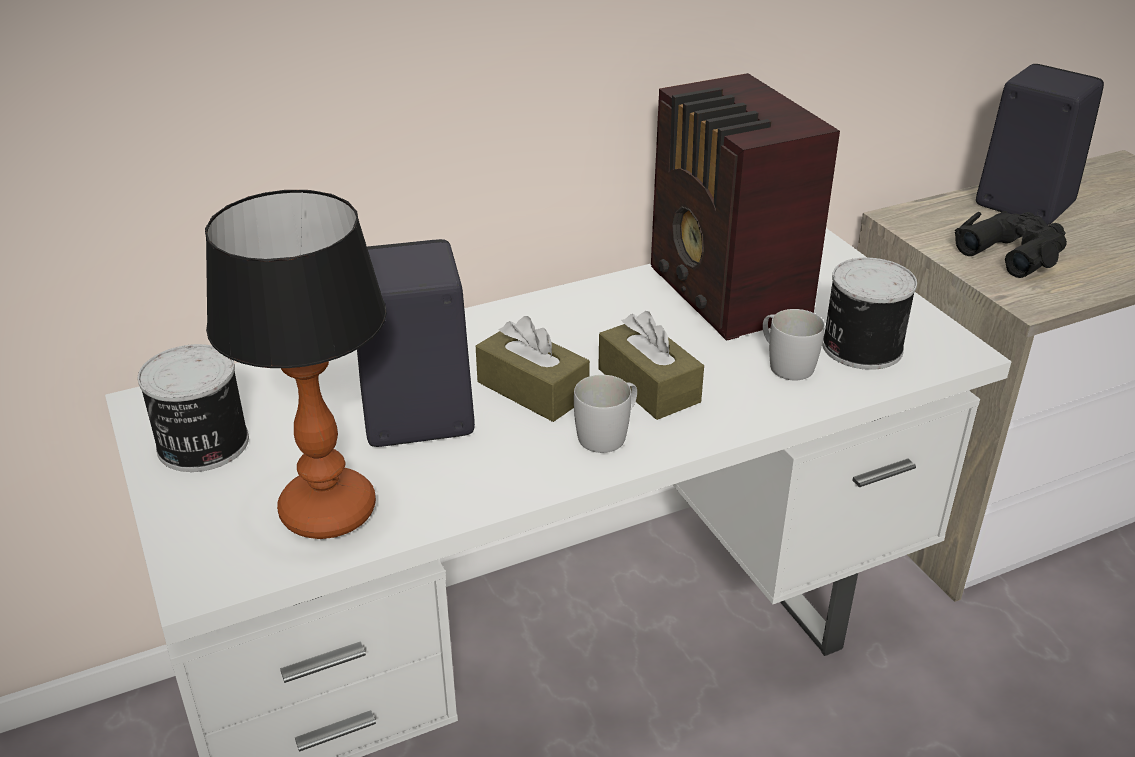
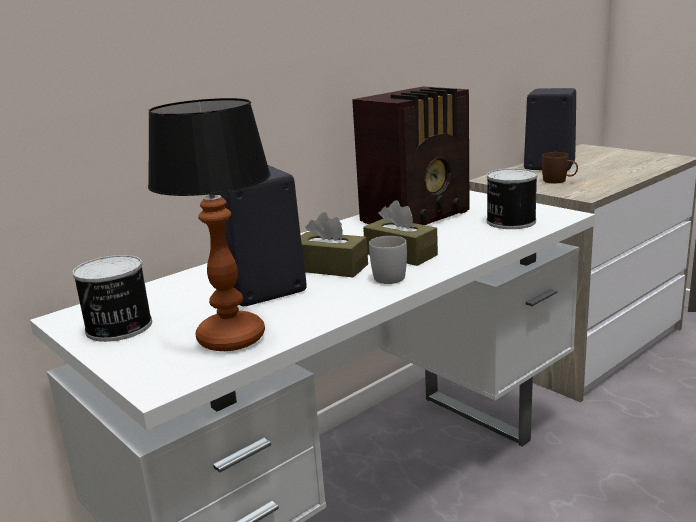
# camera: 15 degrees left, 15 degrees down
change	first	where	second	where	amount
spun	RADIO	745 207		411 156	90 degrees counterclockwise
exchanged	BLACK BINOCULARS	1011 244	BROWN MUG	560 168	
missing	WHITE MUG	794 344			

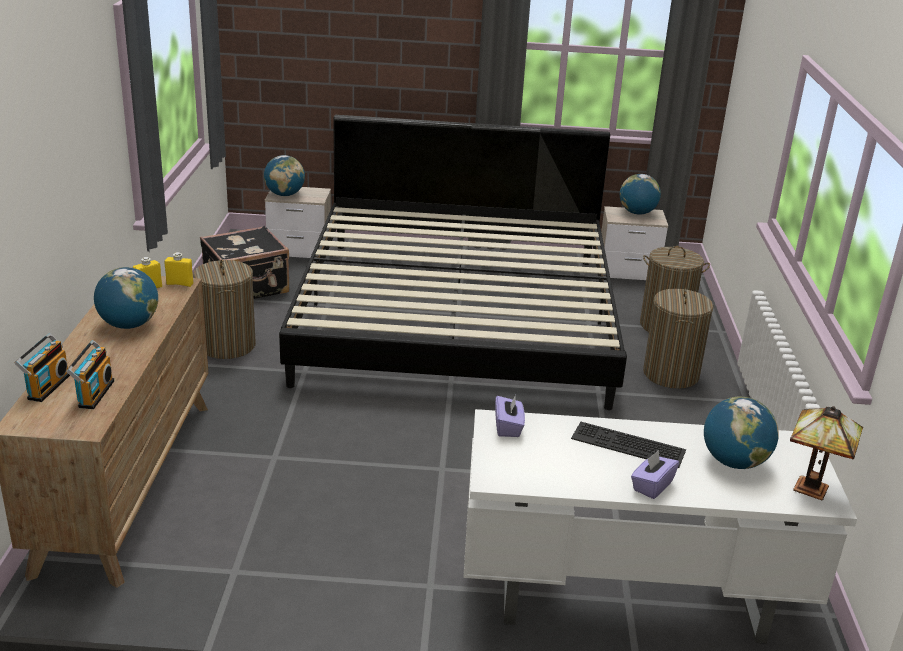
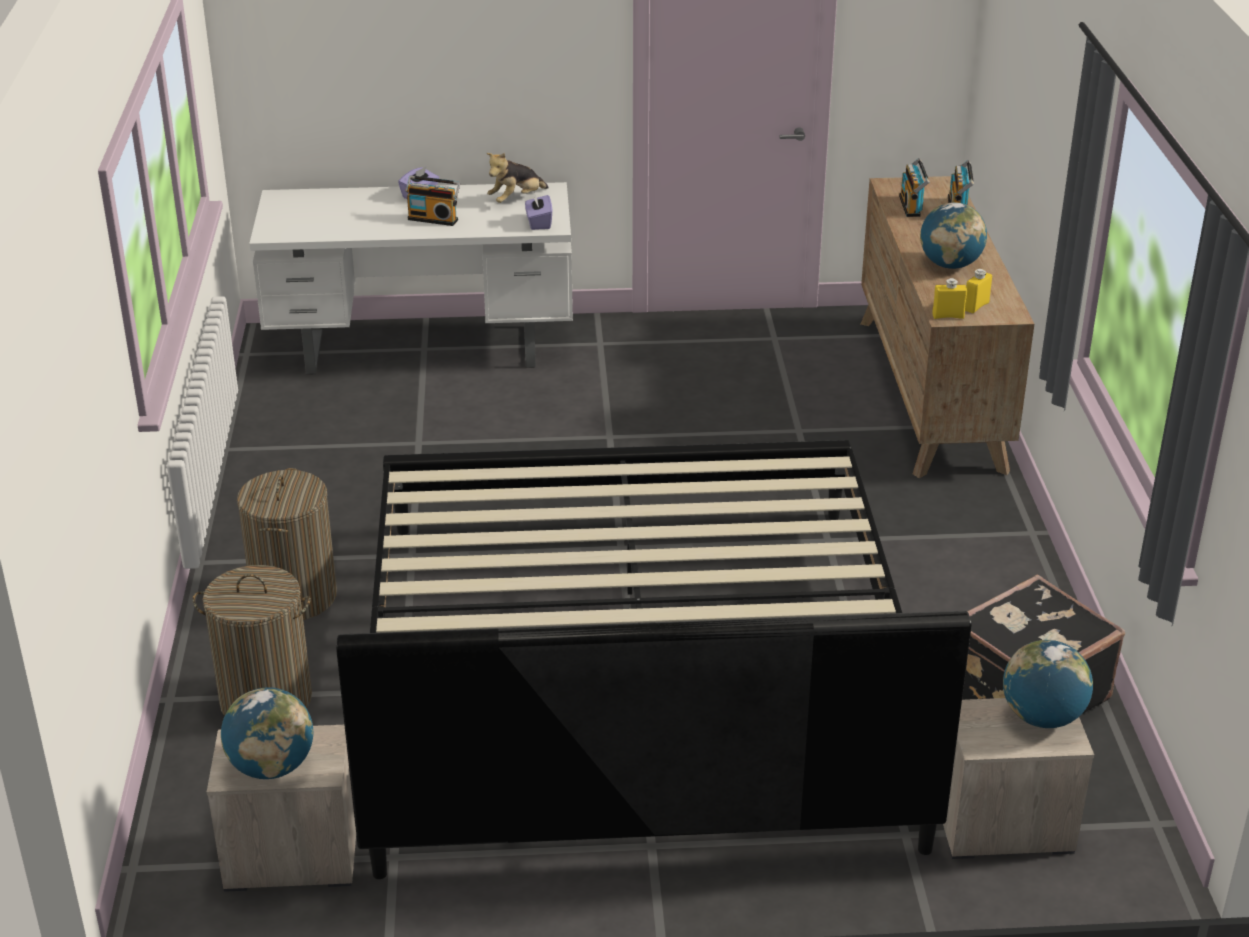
# camera: 175 degrees right, 5 degrees up
change	first	where	second	where	amount
missing	LAUNDRY BASKET	224 309			
missing	GLOBE	741 433			
missing	TABLE LAMP	826 453			
exchanged	KEYBOARD	628 445	RADIO	432 200	
appeared			PLUSH TOY	518 178	

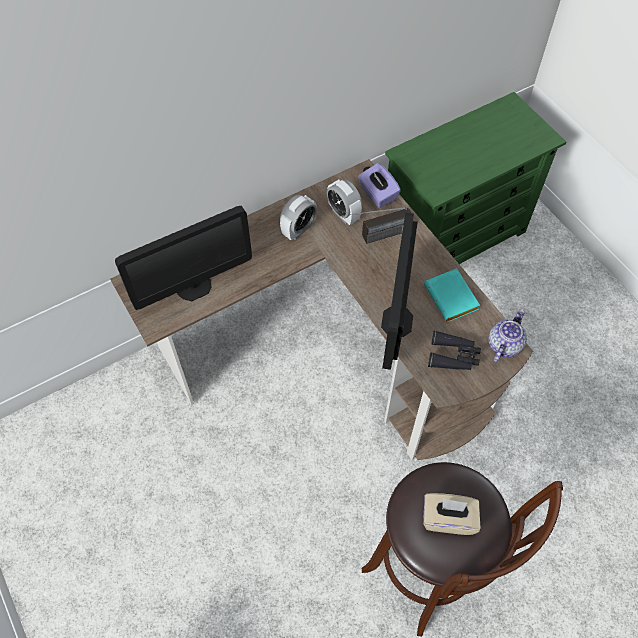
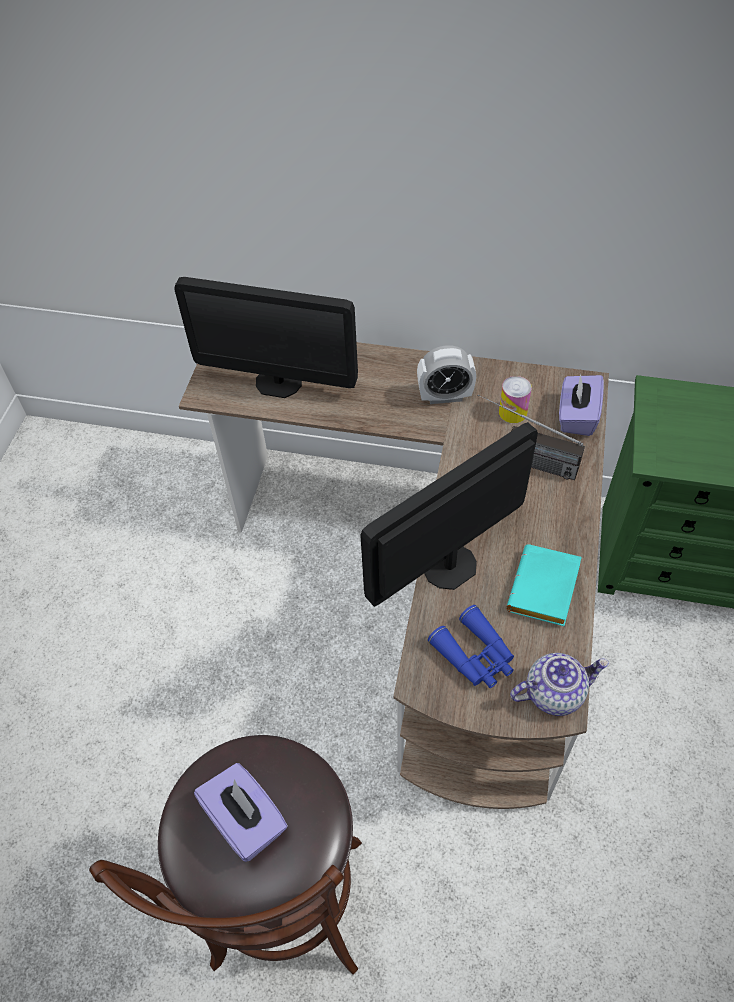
# camera: 45 degrees right, 5 degrees down
change	first	where	second	where	amount
exchanged	ALARM CLOCK	344 202	CAN	515 399	
colour	BLACK BINOCULARS	454 350	BLUE BINOCULARS	471 646	
colour	BEIGE TISSUE BOX	452 514	PURPLE TISSUE BOX	241 812	

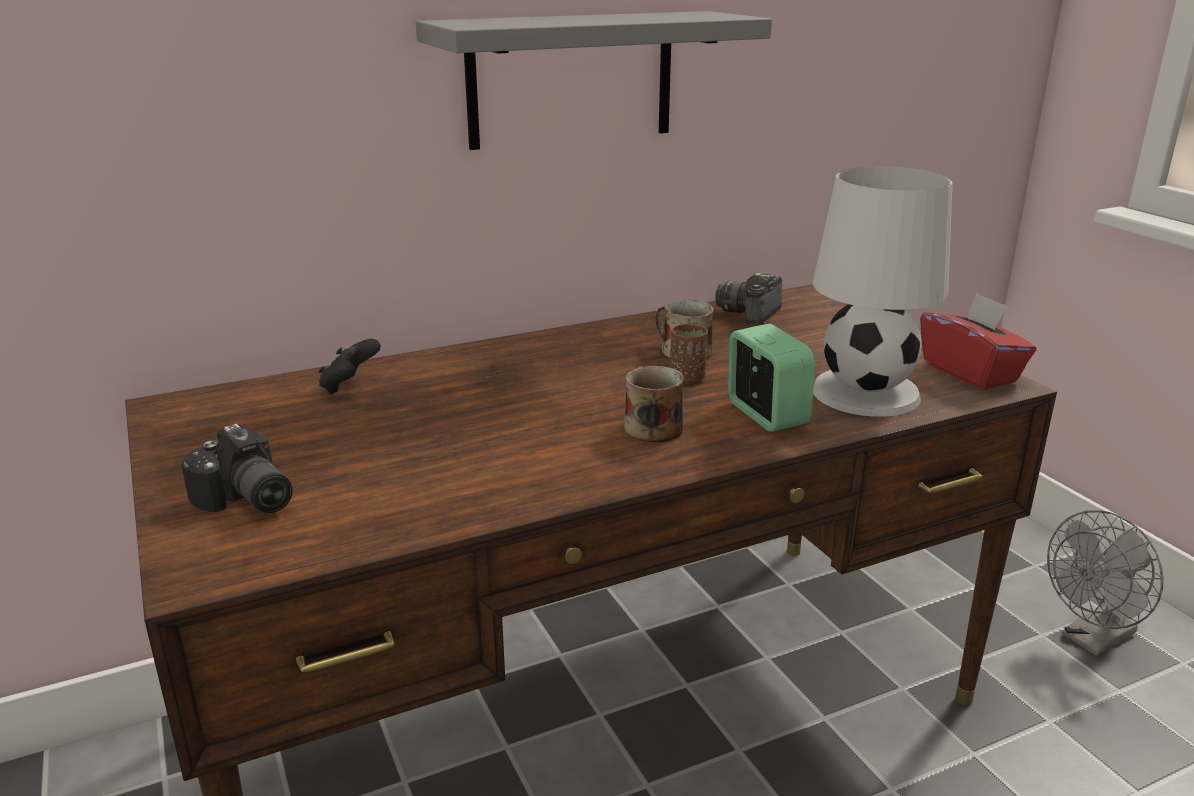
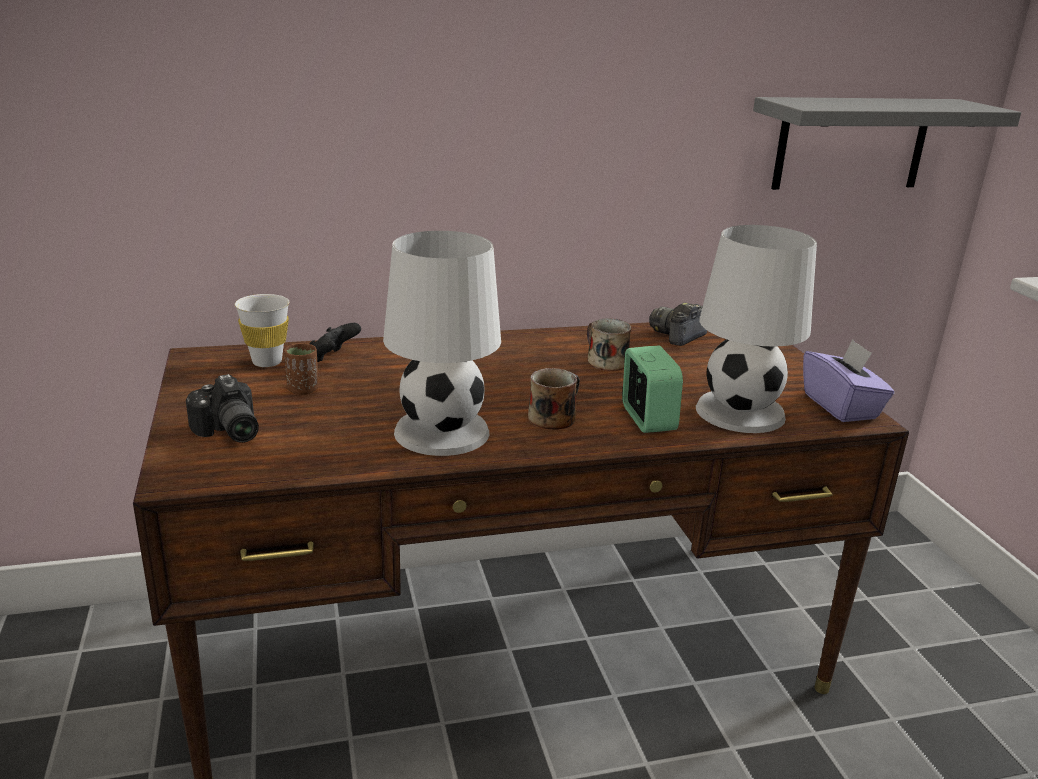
# camera: 10 degrees right, 0 degrees up
change	first	where	second	where	amount
relocated	GREY SHELF	594 80		887 143	
colour	RED TISSUE BOX	978 341	PURPLE TISSUE BOX	848 380	
relocated	BROWN CUP	689 354		301 369	
missing	GREY FAN	1105 582			
appeared			WHITE TABLE LAMP	442 343	
appeared			WHITE CUP	262 330	

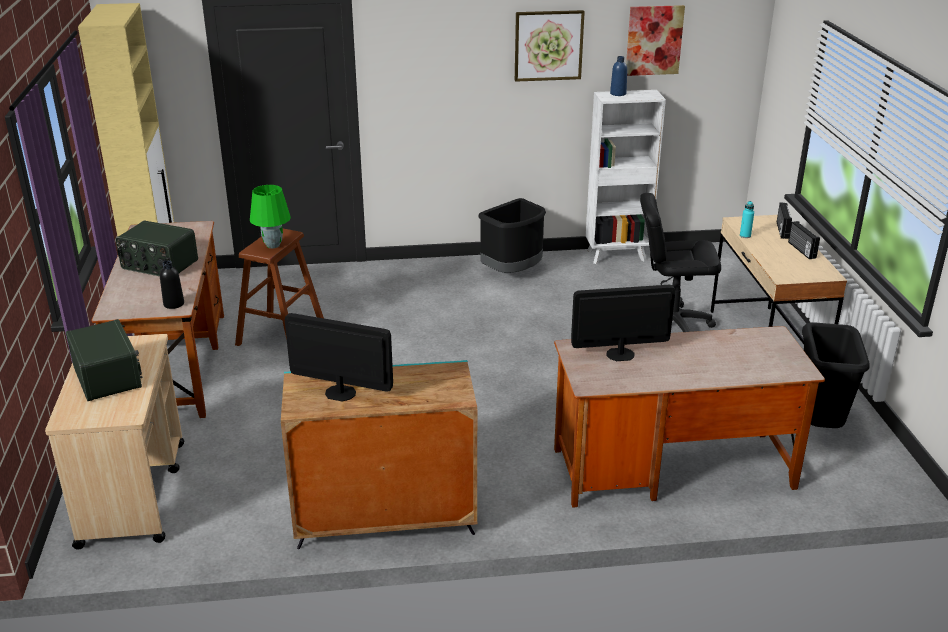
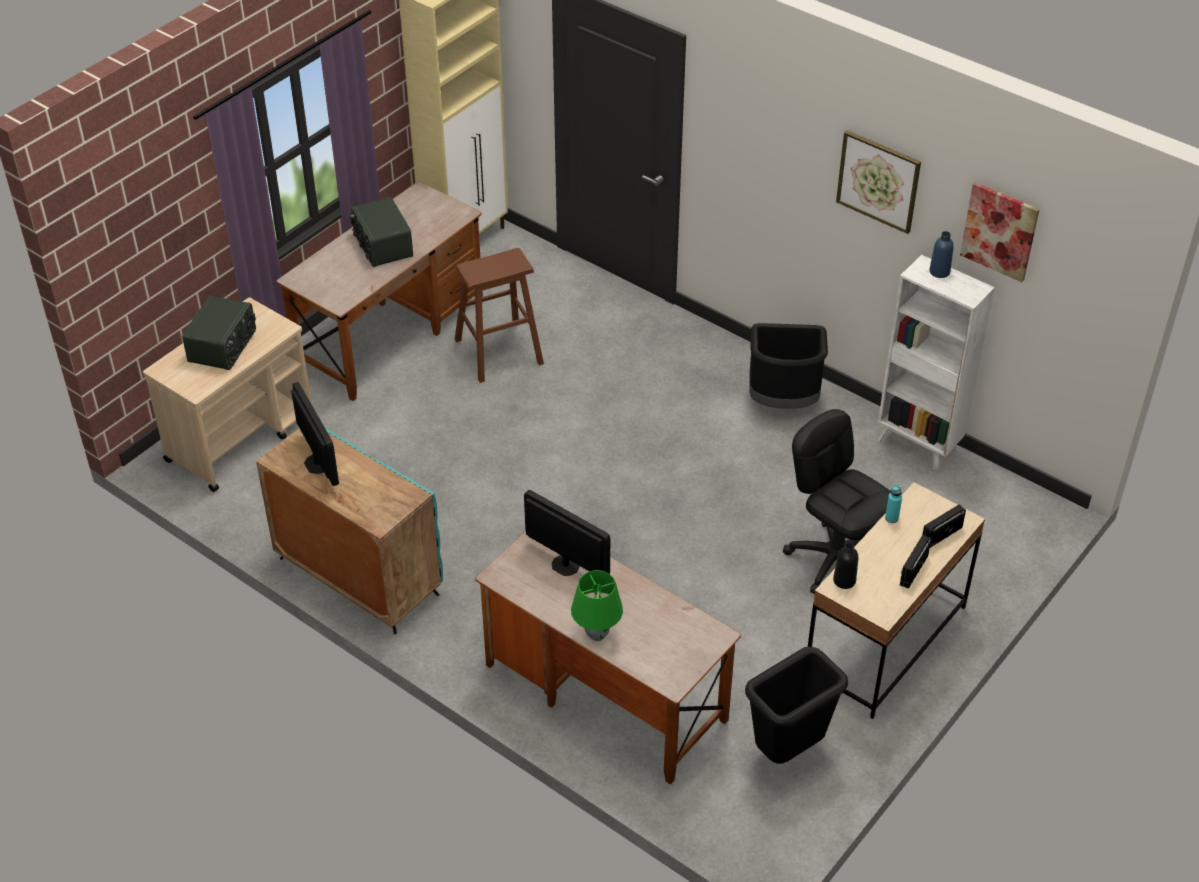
# camera: 45 degrees right, 15 degrees up
change	first	where	second	where	amount
relocated	GREEN TABLE LAMP	270 217		597 605	
relocated	BLACK BOTTLE	172 284		845 565	

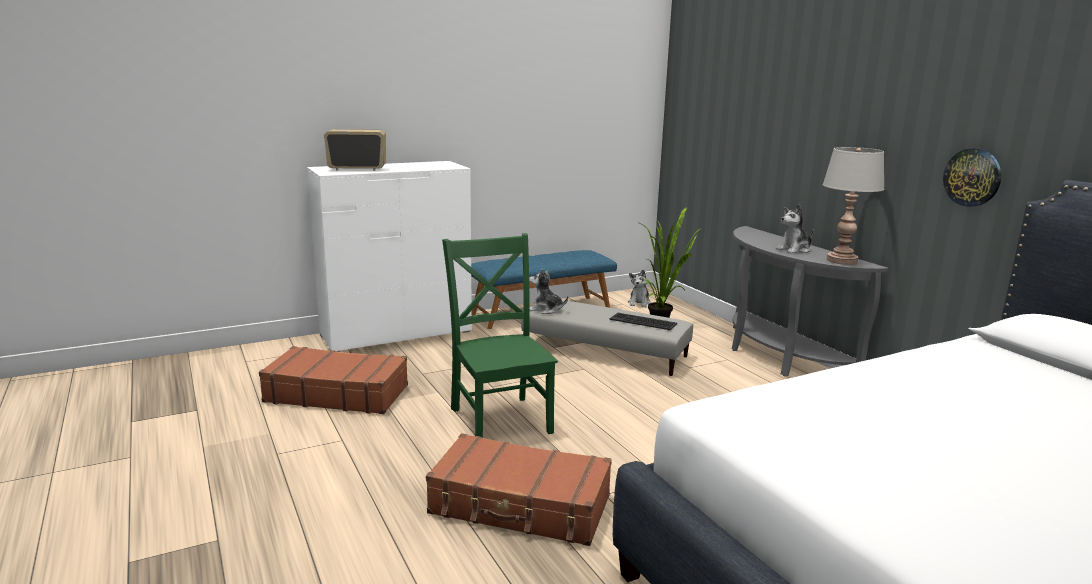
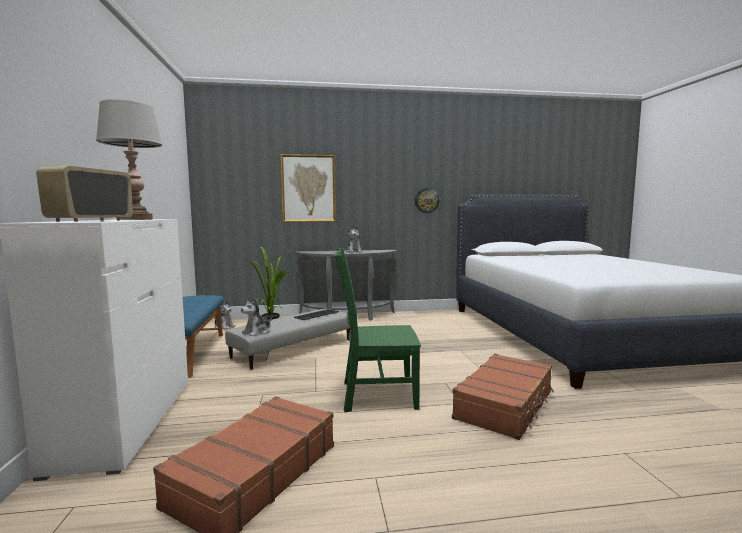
# camera: 70 degrees left, 10 degrees down
change	first	where	second	where	amount
relocated	GREY TABLE LAMP	854 206		129 159	
appeared			PICTURE	308 188	

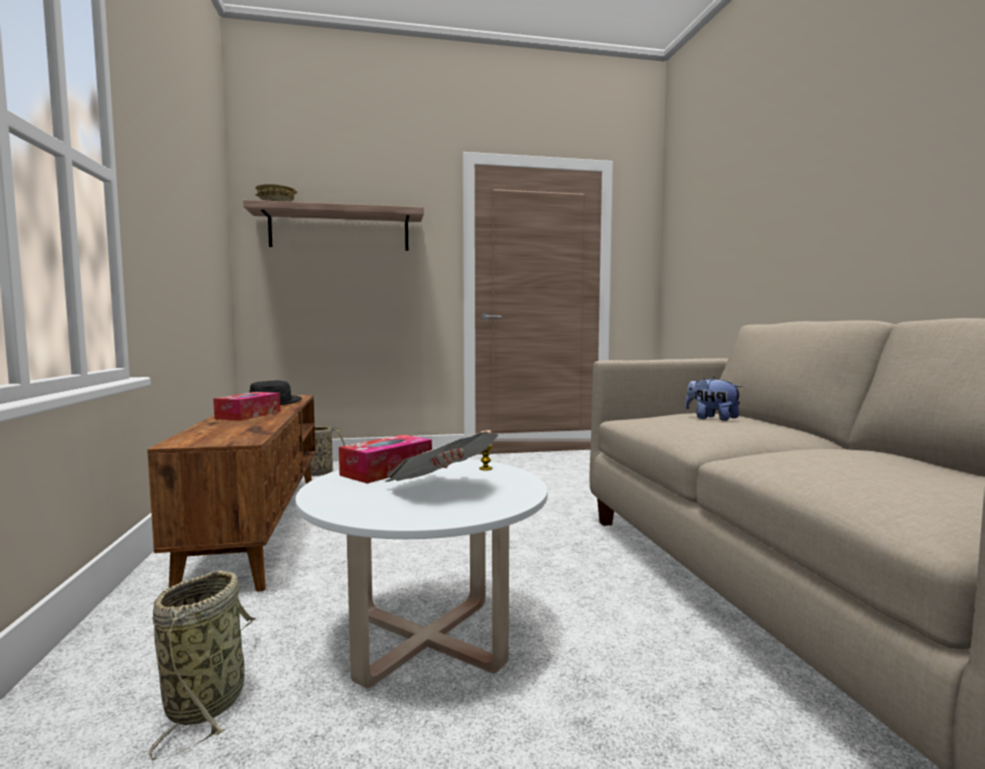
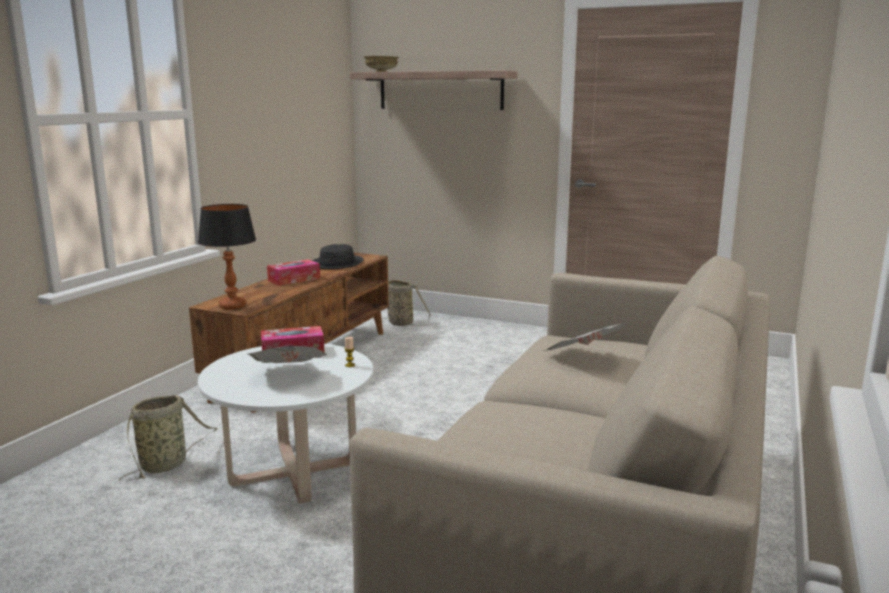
# camera: 35 degrees right, 10 degrees up
change	first	where	second	where	amount
exchanged	PLUSH TOY	714 399	NEWSPAPER	586 337	
appeared			TABLE LAMP	227 257	

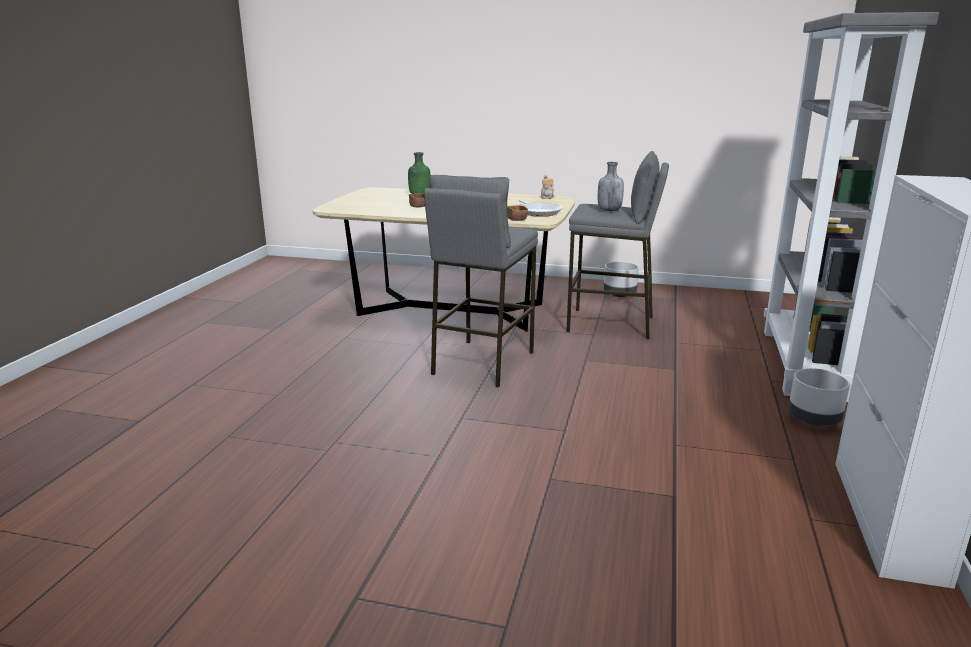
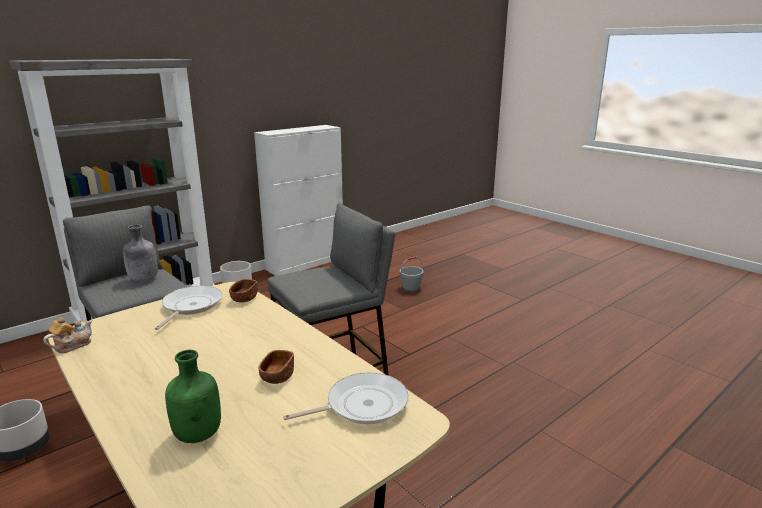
# camera: 145 degrees left, 0 degrees up
change	first	where	second	where	amount
appeared			GREY BUCKET	412 274	
appeared			FRYING PAN	346 398	

